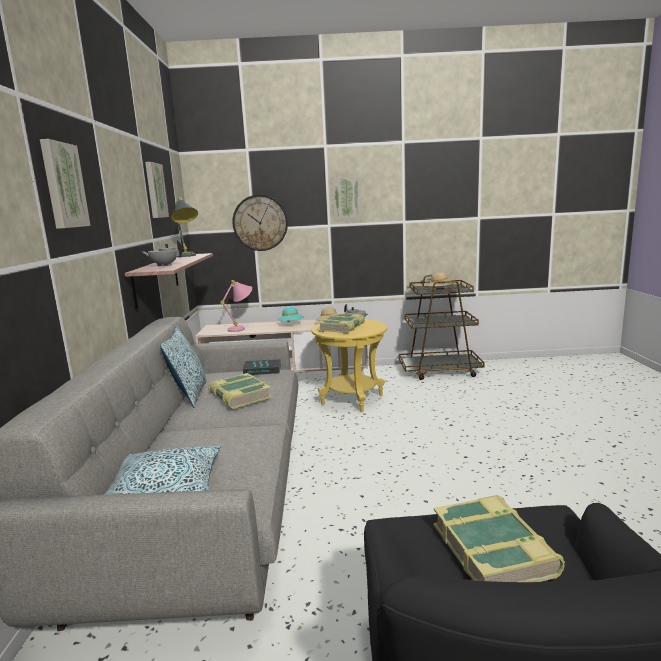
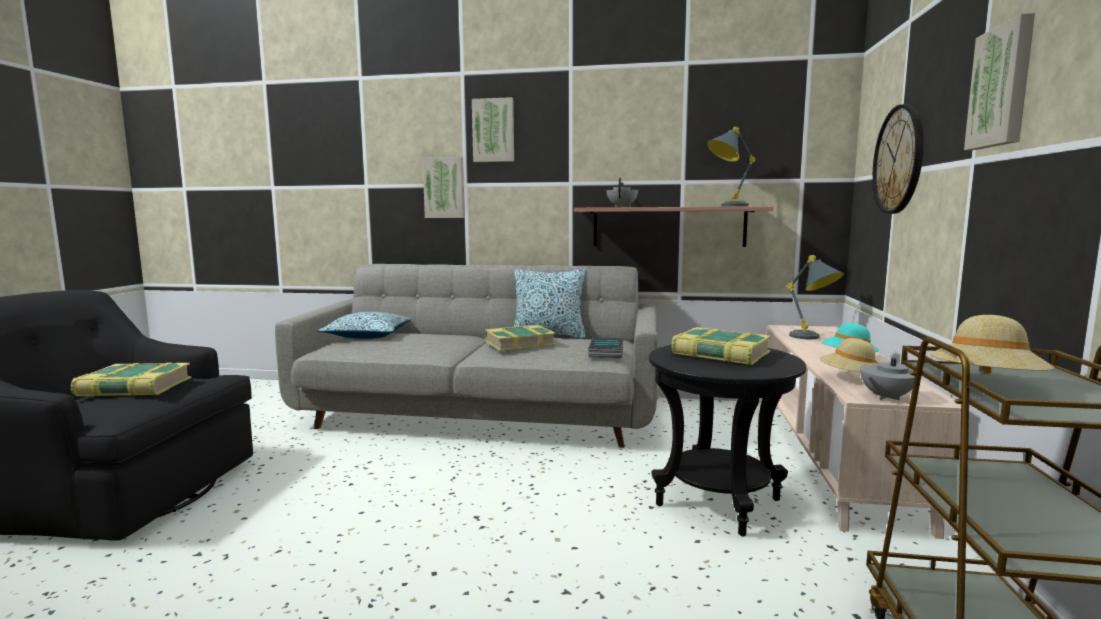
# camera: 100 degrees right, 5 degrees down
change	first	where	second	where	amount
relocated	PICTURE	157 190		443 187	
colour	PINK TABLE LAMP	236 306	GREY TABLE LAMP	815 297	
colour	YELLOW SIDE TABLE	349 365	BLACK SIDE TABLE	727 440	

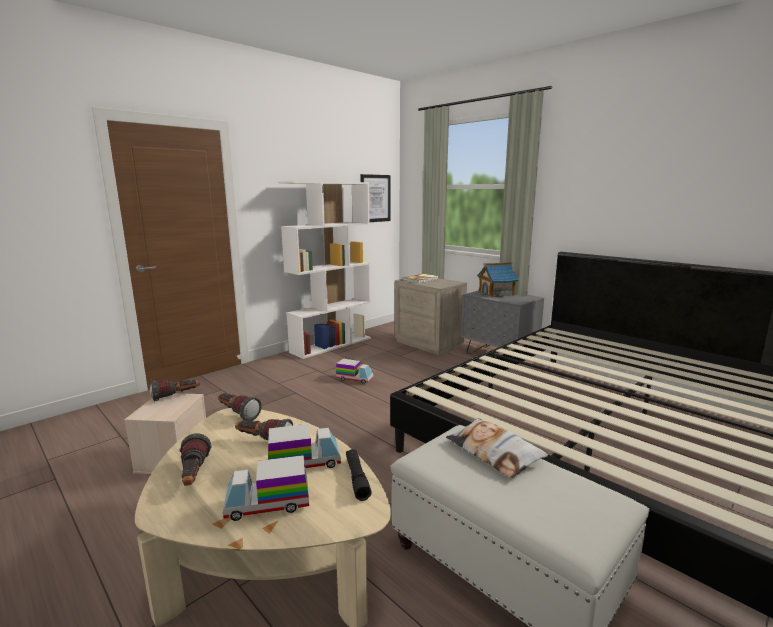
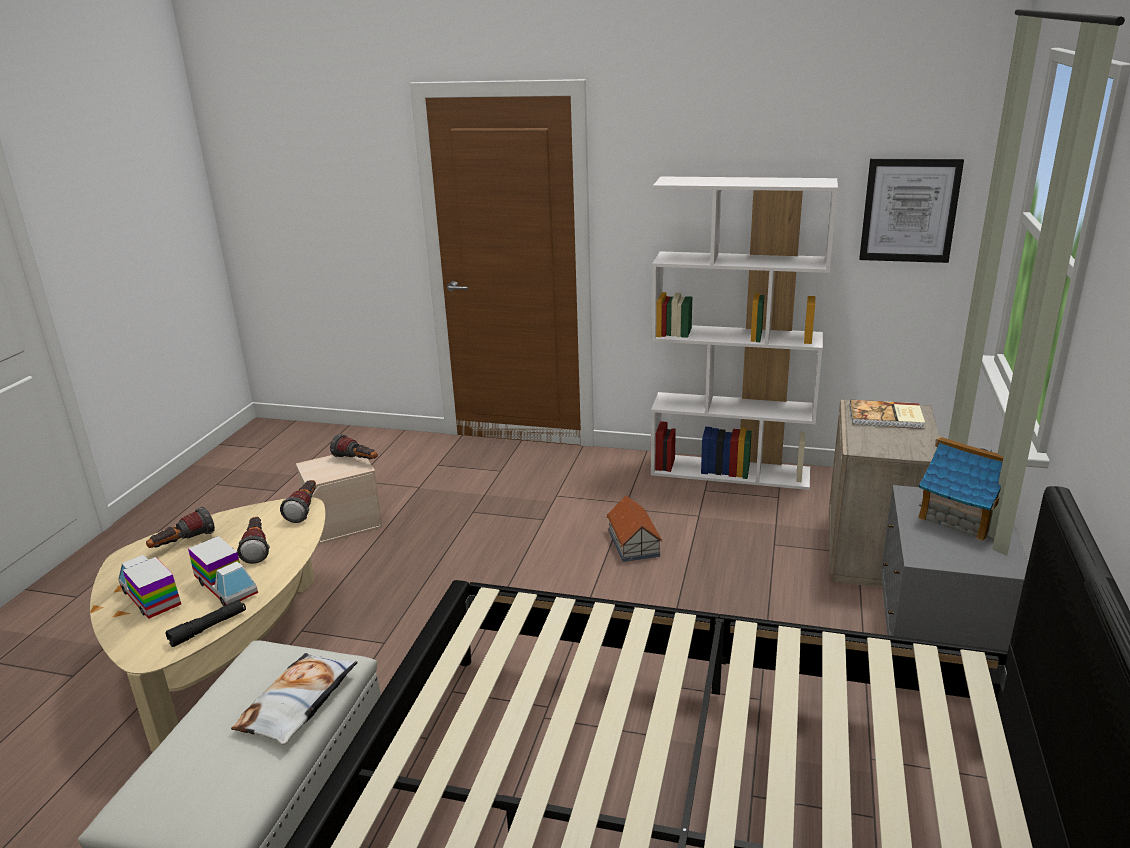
# camera: 60 degrees right, 10 degrees up
change	first	where	second	where	amount
exchanged	TOY TRUCK	355 371	TOY HOUSE	634 529	

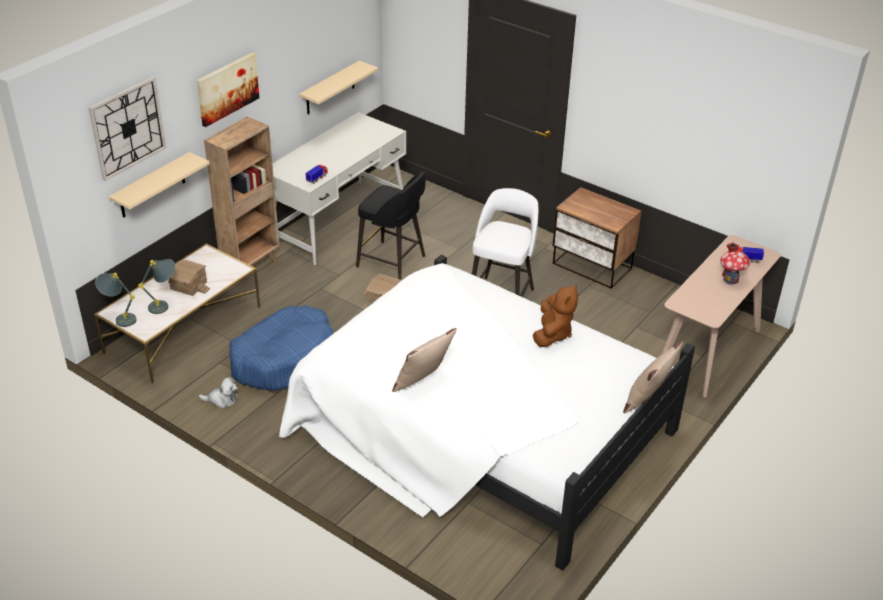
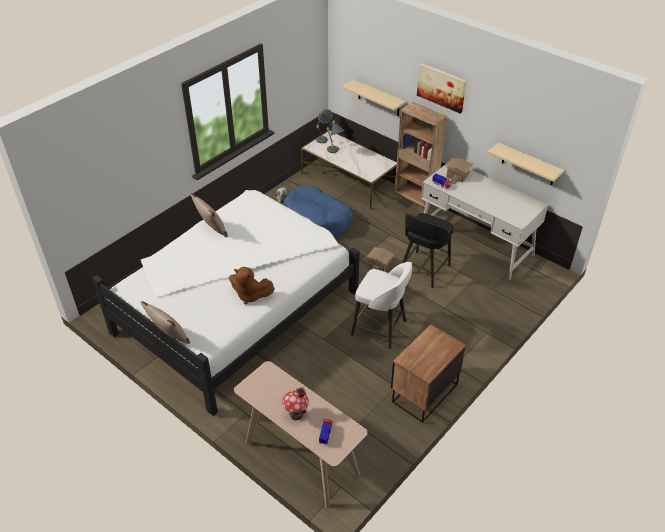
# camera: 95 degrees right, 5 degrees up
change	first	where	second	where	amount
missing	WALL CLOCK	127 129			
relocated	TOY HOUSE	189 278		459 171	

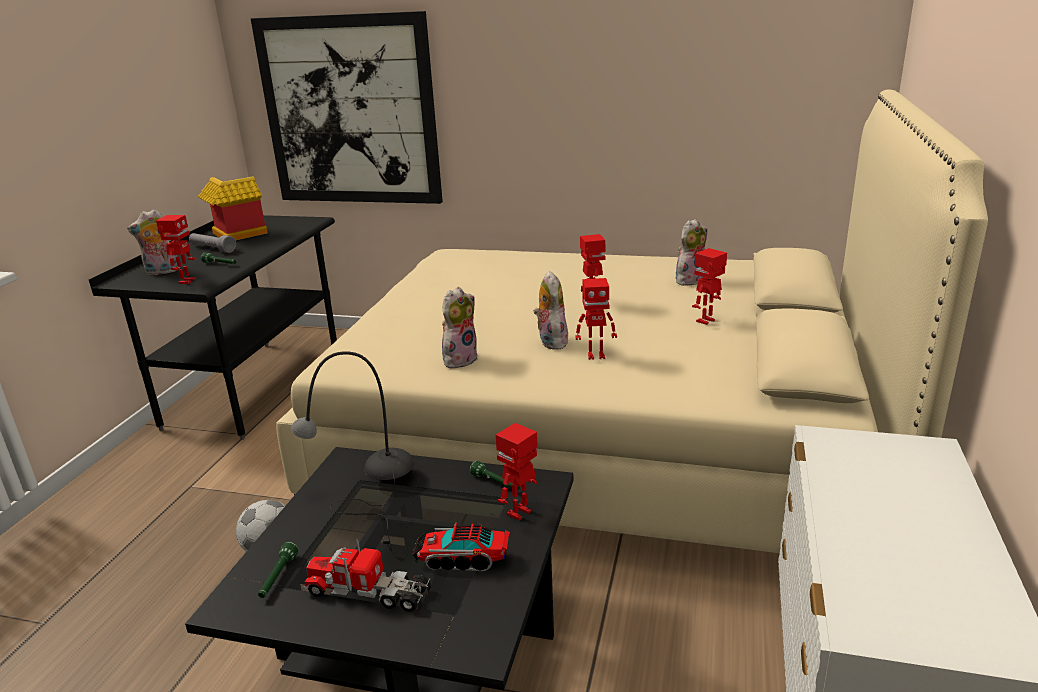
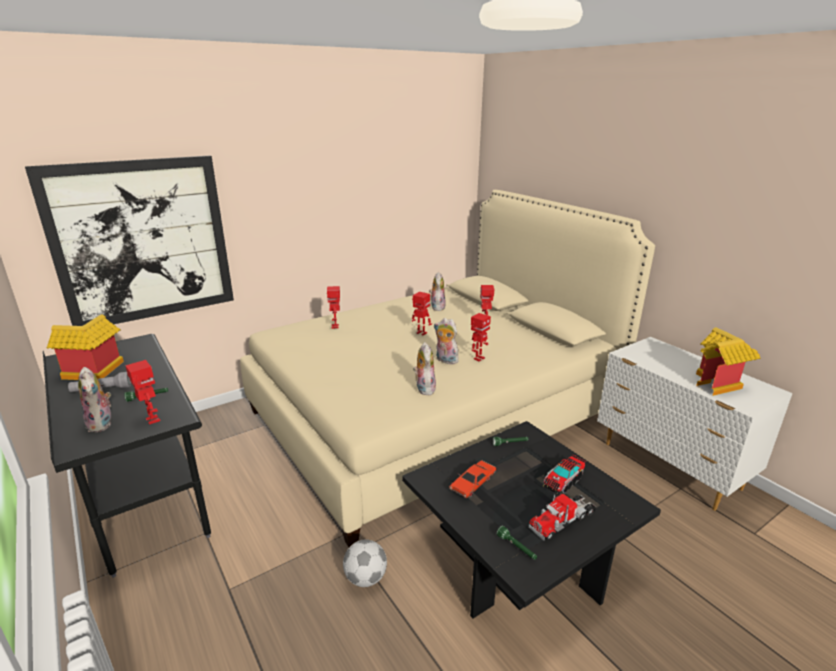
# camera: 50 degrees left, 0 degrees up
change	first	where	second	where	amount
spun	PLUSH TOY	153 242		94 399	45 degrees counterclockwise
exchanged	GREY TABLE LAMP	352 451	RED TOY CAR	473 479	
relocated	TOY ROBOT	517 471		333 307	
appeared			TOY HOUSE	728 361	

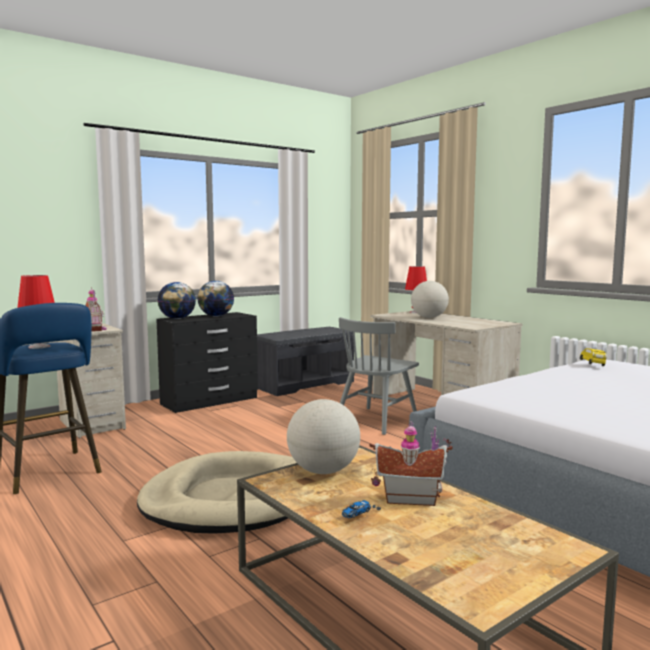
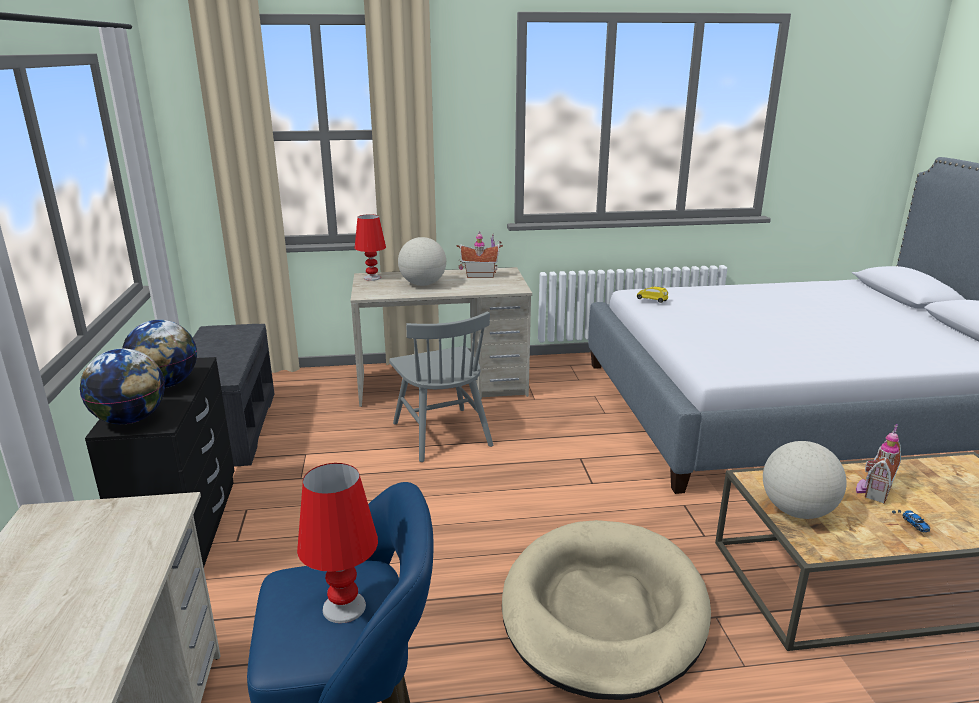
# camera: 60 degrees left, 15 degrees up
change	first	where	second	where	amount
relocated	TOY HOUSE	96 309		480 254	

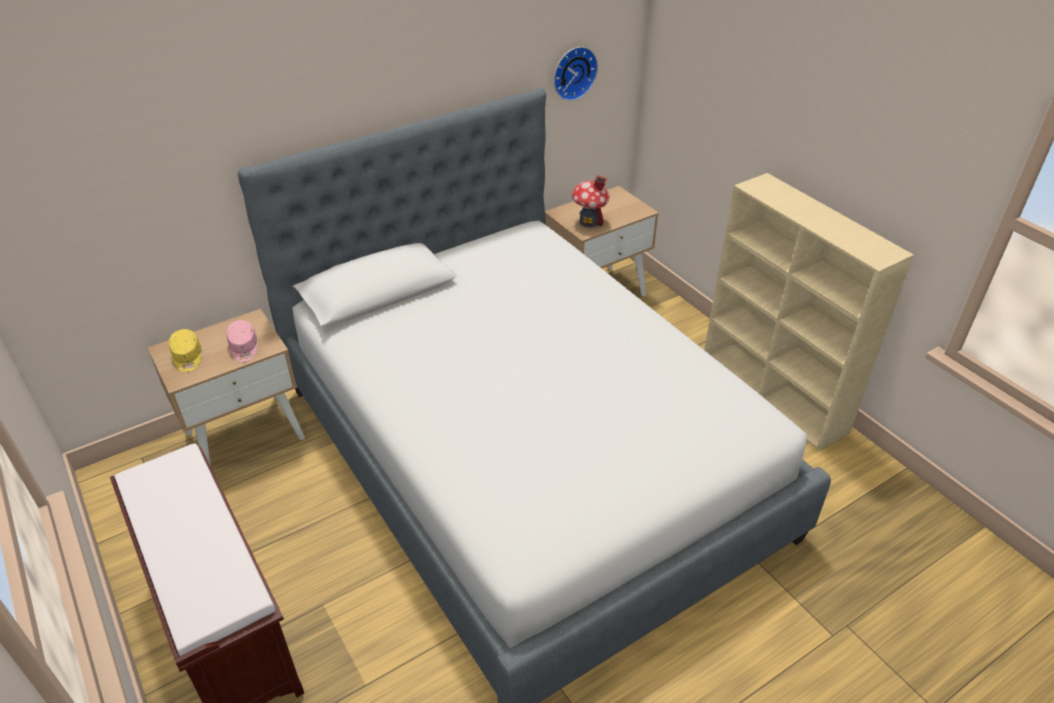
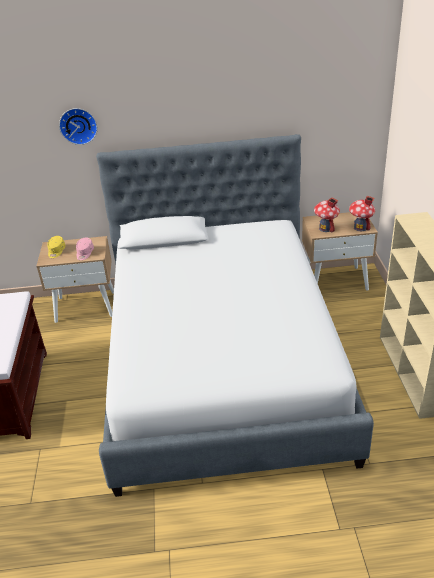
# camera: 30 degrees right, 5 degrees down
change	first	where	second	where	amount
relocated	WALL CLOCK	576 74		78 126	
appeared			TOY HOUSE	362 213	

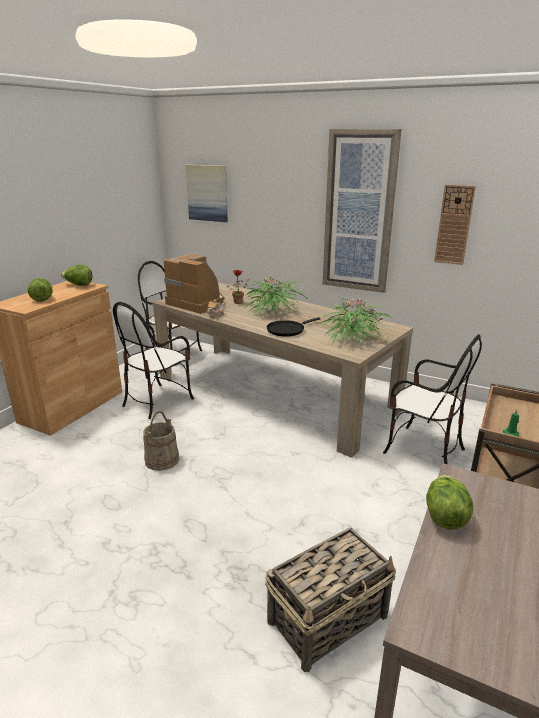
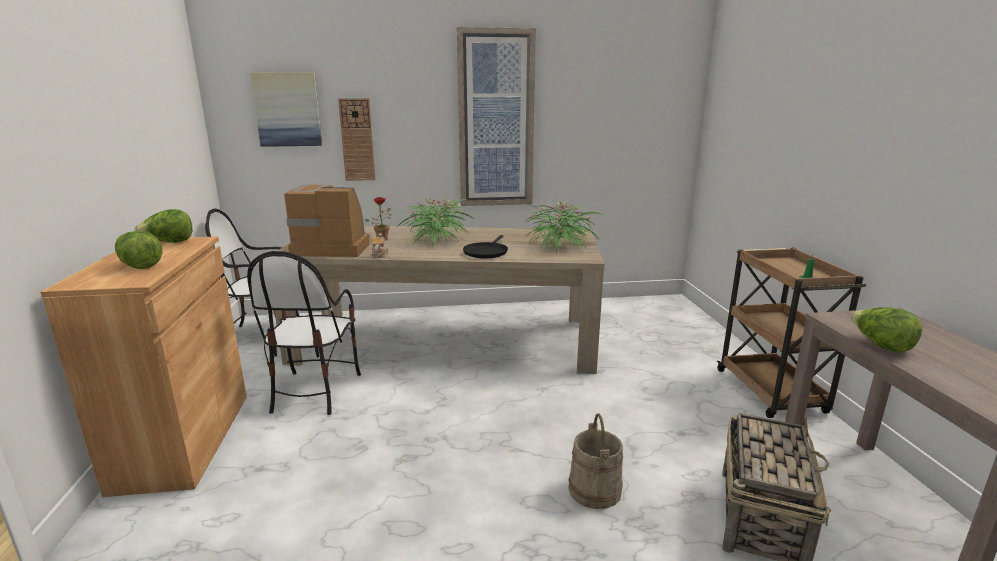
# camera: 35 degrees left, 5 degrees down
change	first	where	second	where	amount
relocated	WALL CLOCK	455 225		357 139	
missing	CHAIR	432 399			
relocated	BEIGE BUCKET	161 441		595 461	

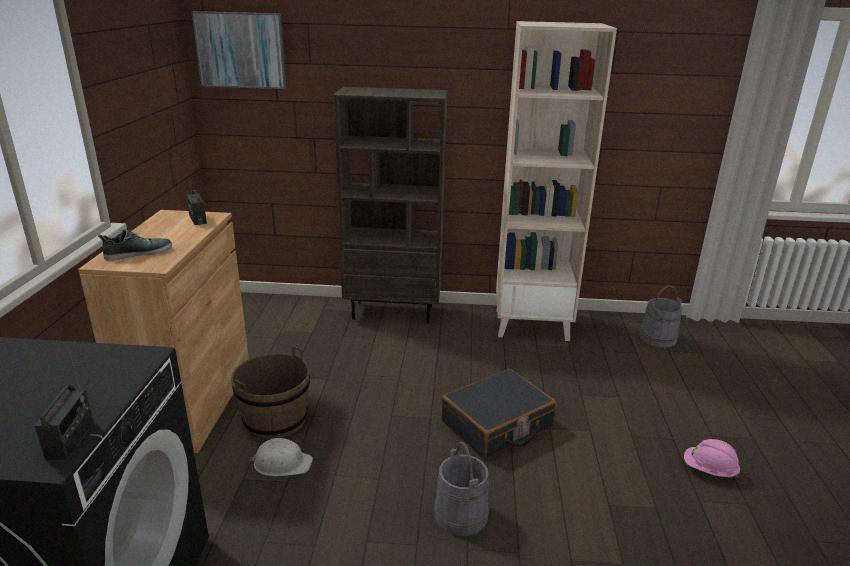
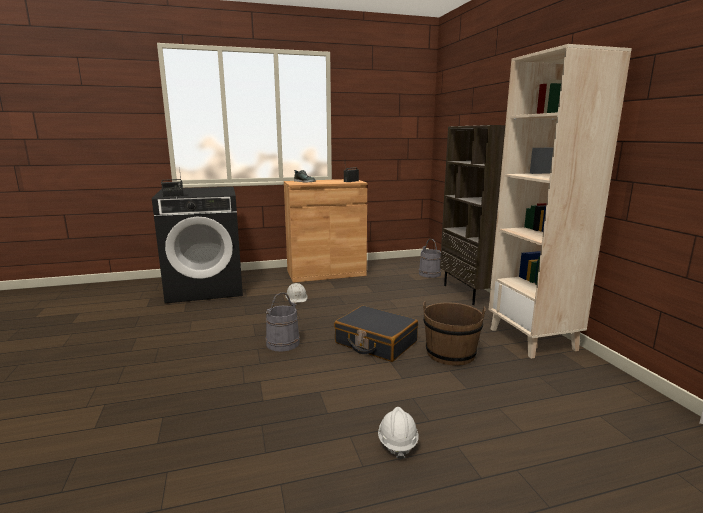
# camera: 70 degrees right, 10 degrees down
change	first	where	second	where	amount
missing	PICTURE	238 50			
relocated	GREY BUCKET	661 316		430 258	
relocated	BROWN BUCKET	270 392		454 333	
colour	PINK HARD HAT	712 458	WHITE HARD HAT	398 433	

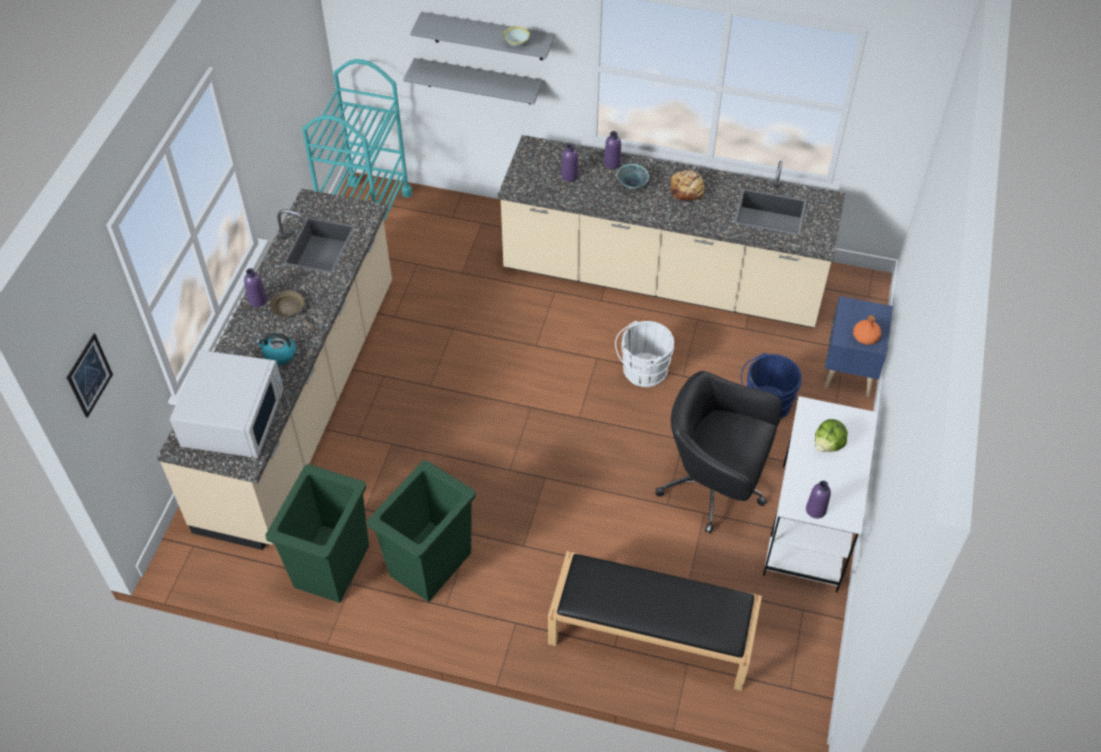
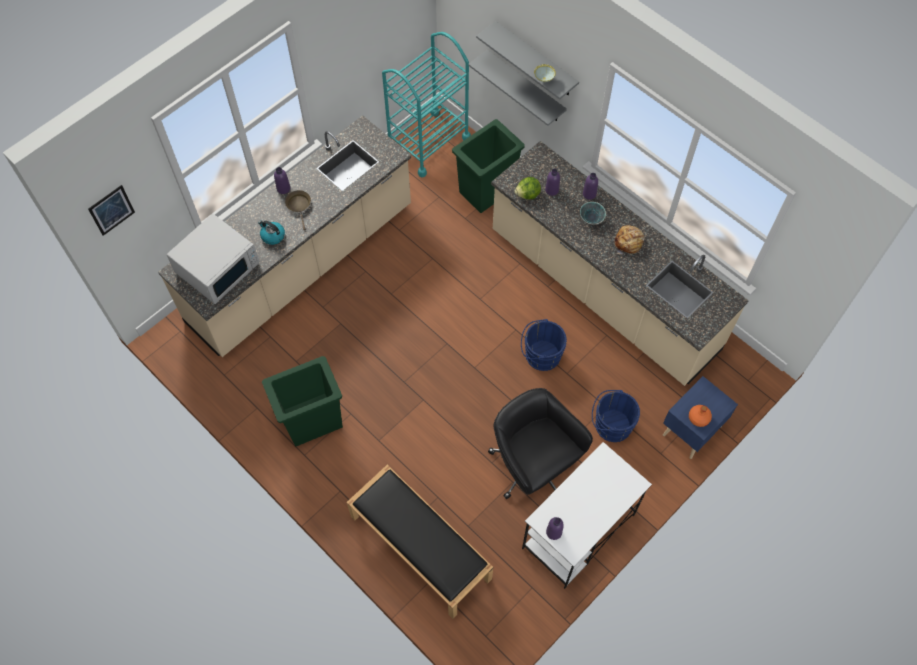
# camera: 30 degrees right, 10 degrees up
change	first	where	second	where	amount
colour	WHITE BUCKET	644 354	BLUE BUCKET	544 345	
relocated	LETTUCE	831 435		527 188	
relocated	GREEN TRASH CAN	317 533		488 166	

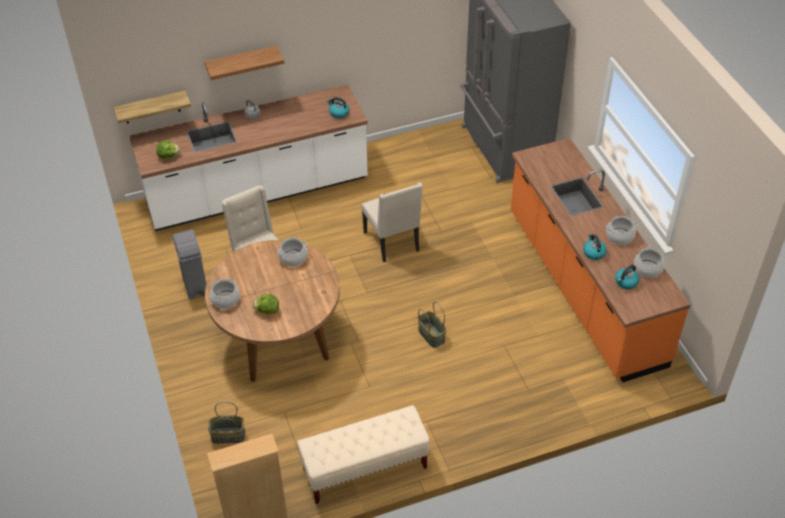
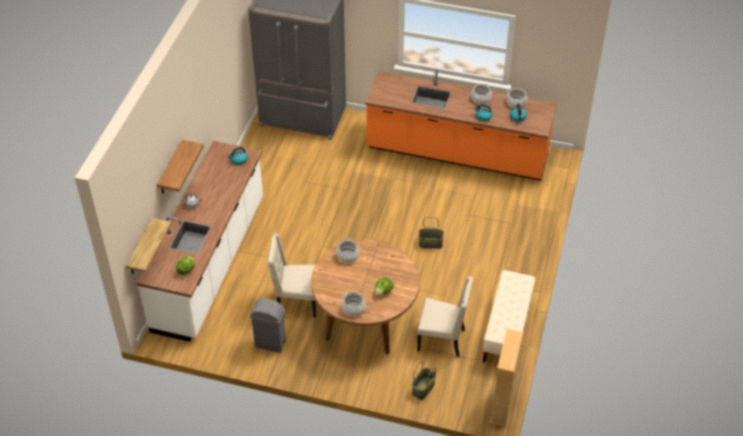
# camera: 55 degrees left, 0 degrees up
change	first	where	second	where	amount
relocated	BEIGE CHAIR	392 222		445 316	

